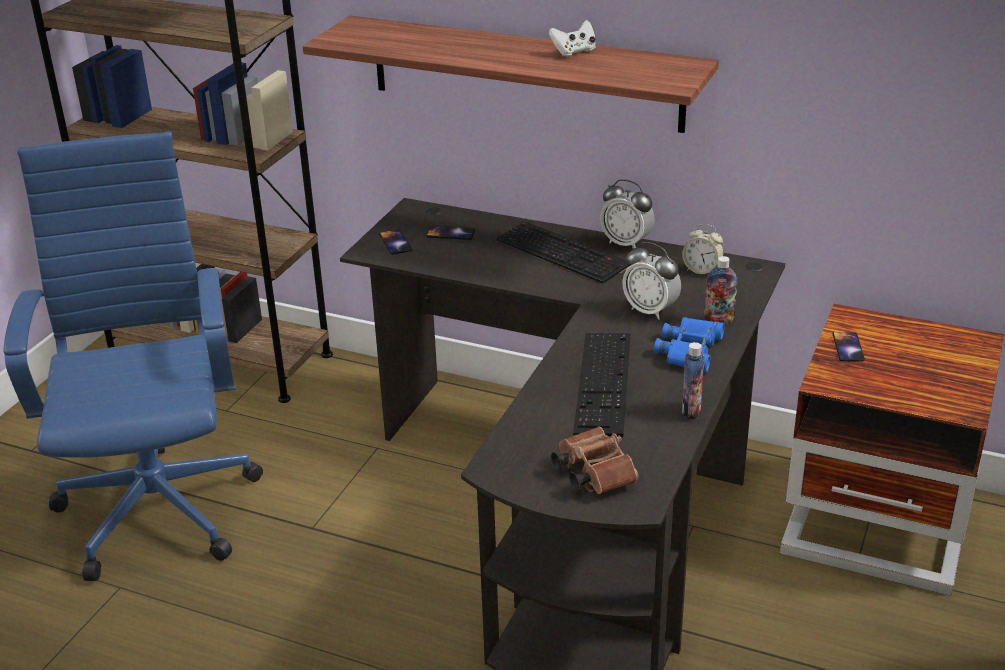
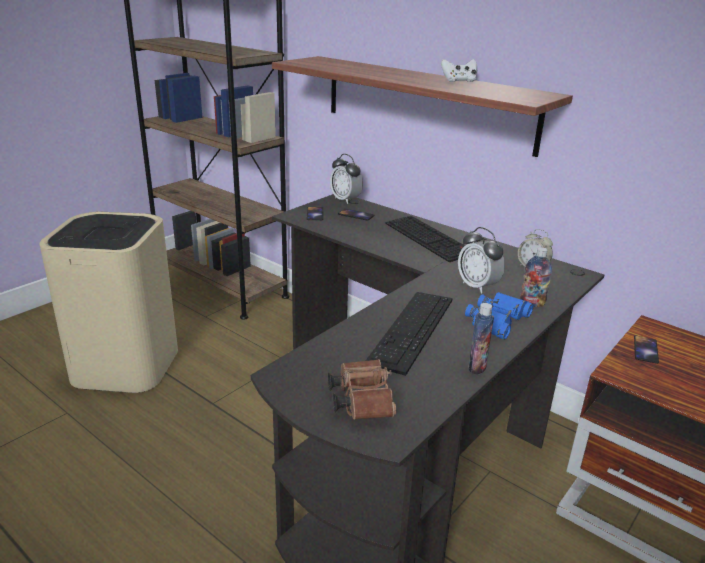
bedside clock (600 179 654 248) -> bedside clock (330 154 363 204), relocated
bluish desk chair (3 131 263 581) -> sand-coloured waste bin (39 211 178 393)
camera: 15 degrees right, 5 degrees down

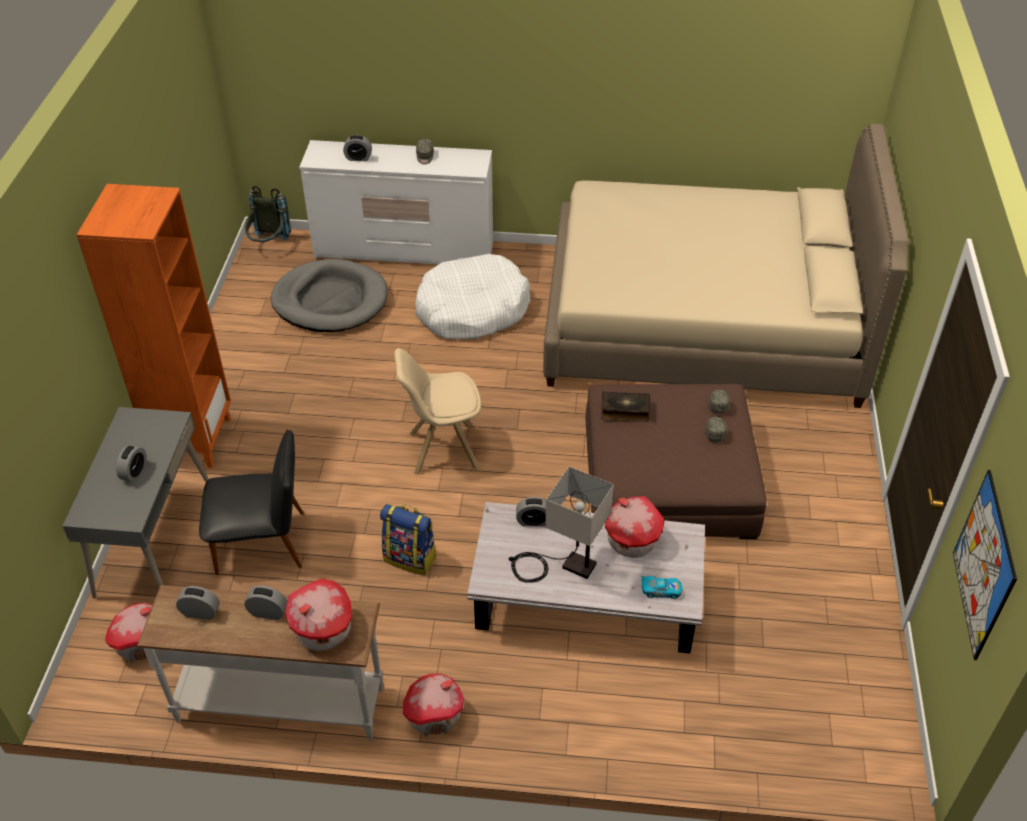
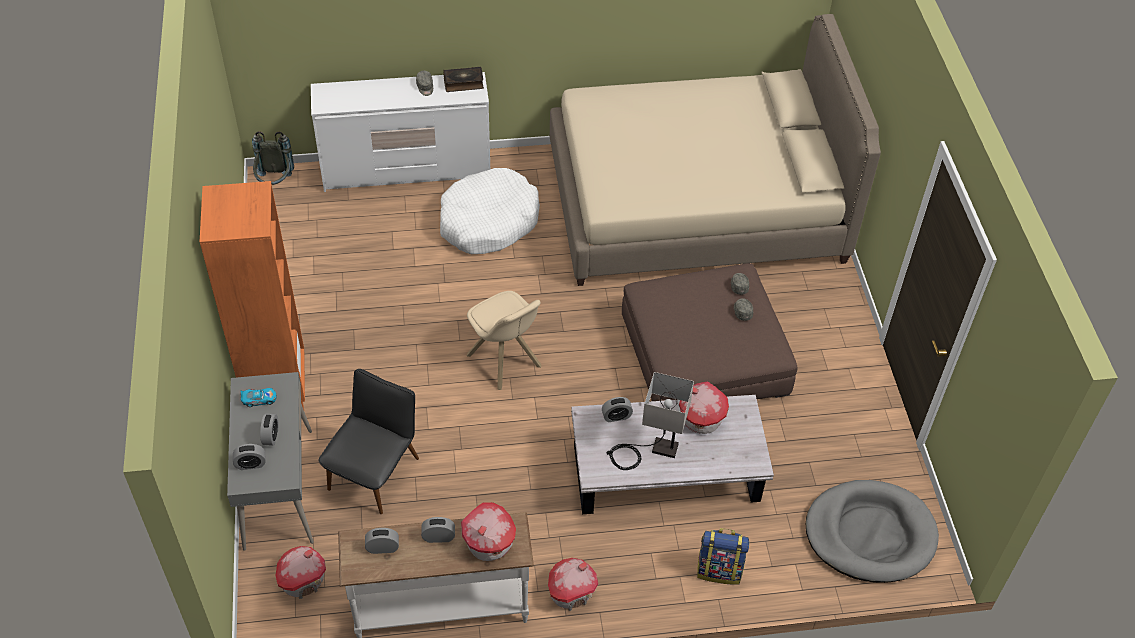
wall picture (953 470 1017 660) -> none
grey pet bed (271 259 387 332) -> grey pet bed (806 480 939 583), relocated
bedside clock (343 135 372 161) -> bedside clock (233 444 266 470), relocated
rucksack (380 504 436 575) -> rucksack (697 528 749 585), relocated
volume (601 391 650 422) -> volume (443 67 484 92), relocated
miniature car (642 576 682 599) -> miniature car (240 388 276 407), relocated
black chair (199 430 304 575) -> black chair (318 369 419 514), 45 degrees counterclockwise
sand-coloured chair (394 348 481 475) -> sand-coloured chair (467 291 541 390), 105 degrees counterclockwise
camera: 15 degrees left, 5 degrees up

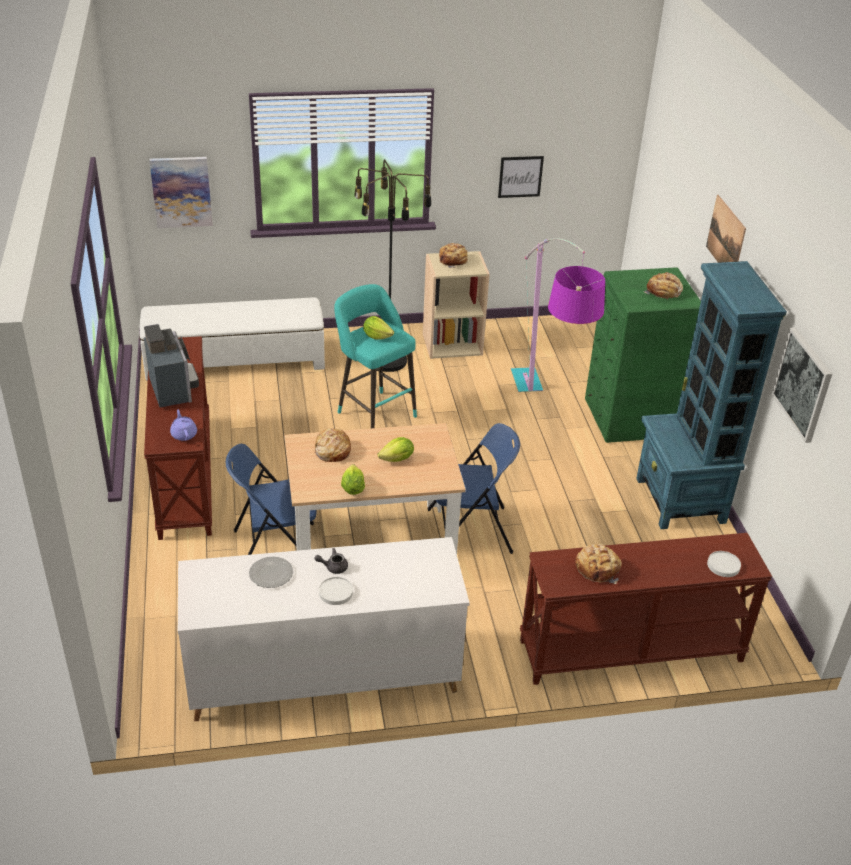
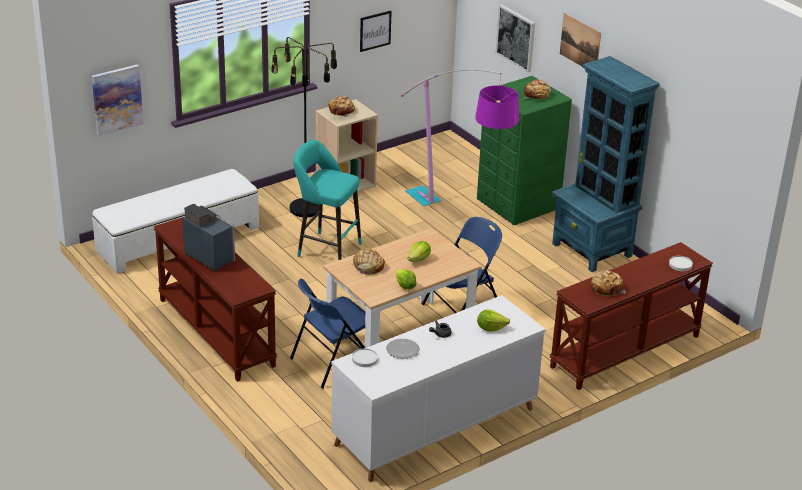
purple-coloured tea pot (170 410 197 441) -> none
white-coloured plate (319 577 353 605) -> white-coloured plate (352 348 378 367), relocated
lettuce (363 316 394 340) -> lettuce (477 310 510 332), relocated
wall picture (772 327 832 443) -> wall picture (496 5 535 72), relocated
camera: 25 degrees left, 5 degrees down

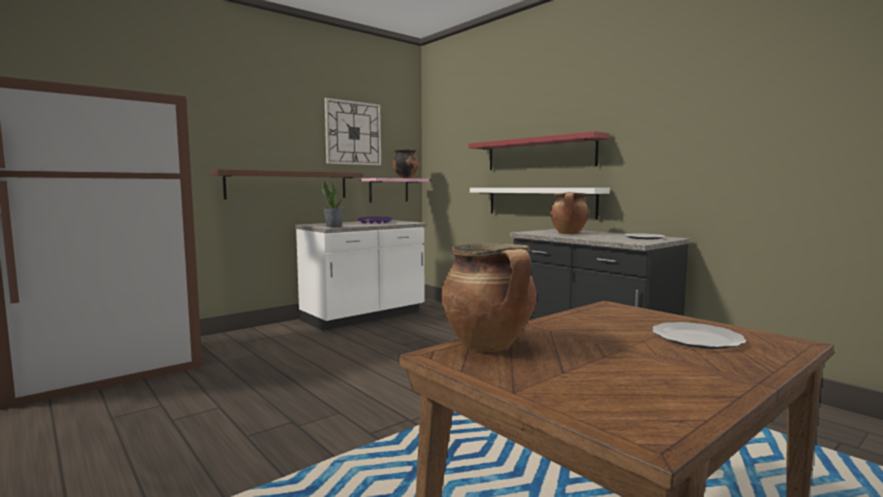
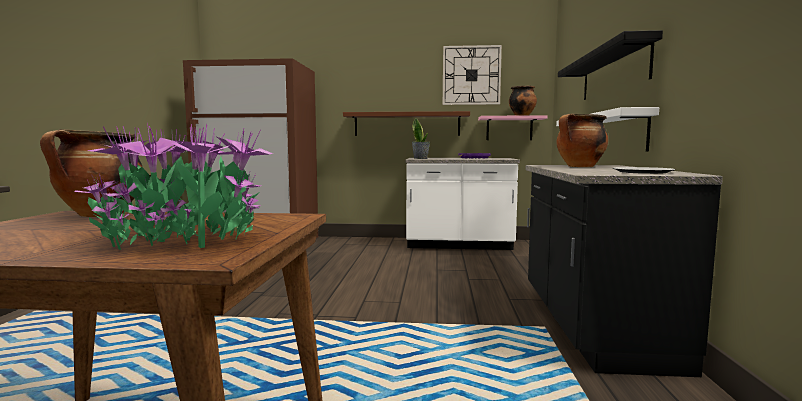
plate (652 322 746 349) -> houseplant (75 123 273 250)
red-coloured wall shelf (468 131 610 170) -> black wall shelf (558 30 663 100)
camera: 45 degrees right, 0 degrees up

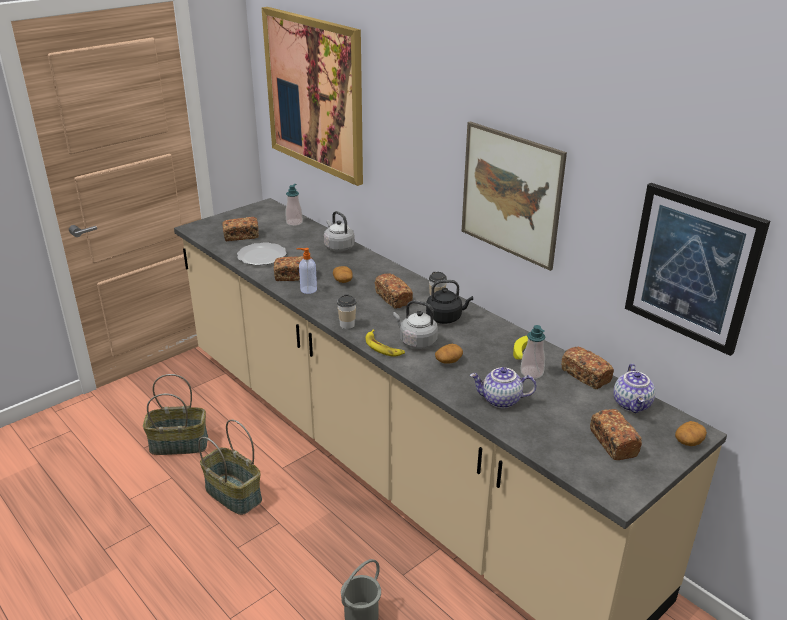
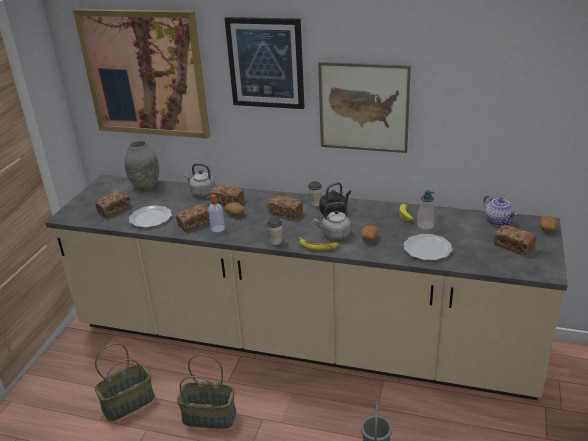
baked bread (561 347 614 389) -> baked bread (210 185 244 205), relocated
wall picture (625 183 770 356) -> wall picture (225 17 305 109), relocated
soap dispenser (286 184 303 226) -> grey flower vase (124 141 159 191)
tea pot (470 367 536 409) -> plate (404 234 453 260)
camera: 30 degrees left, 0 degrees up

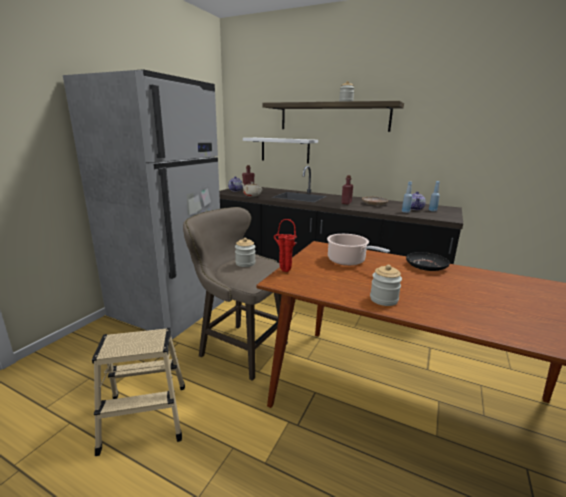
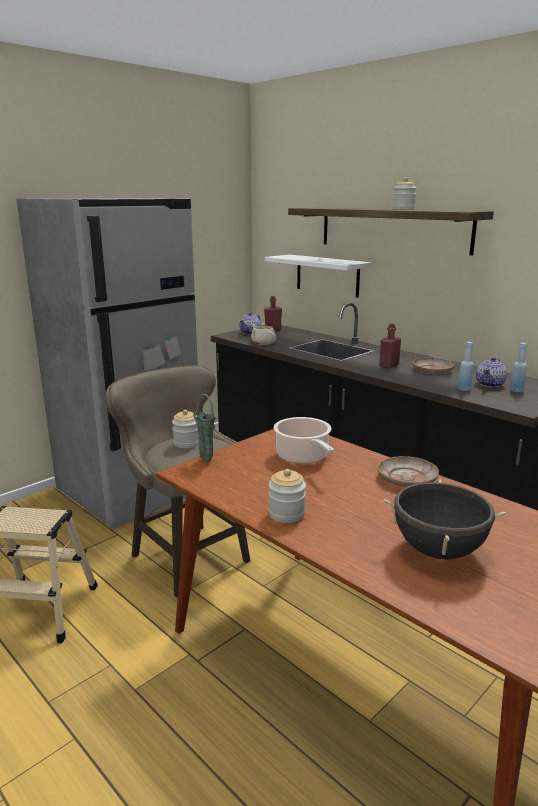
none -> black cooking pot (383 479 508 560)
red-coloured flower vase (274 219 297 272) -> greenish flower vase (193 394 216 462)
black plate (406 252 450 271) -> sand-coloured plate (378 456 439 487)
camera: 20 degrees right, 0 degrees up

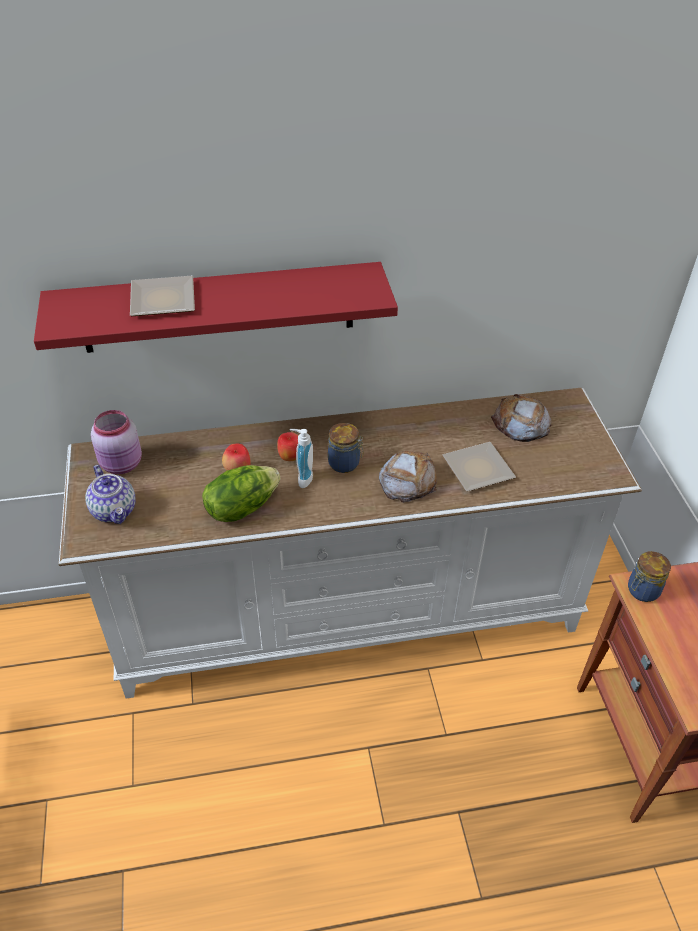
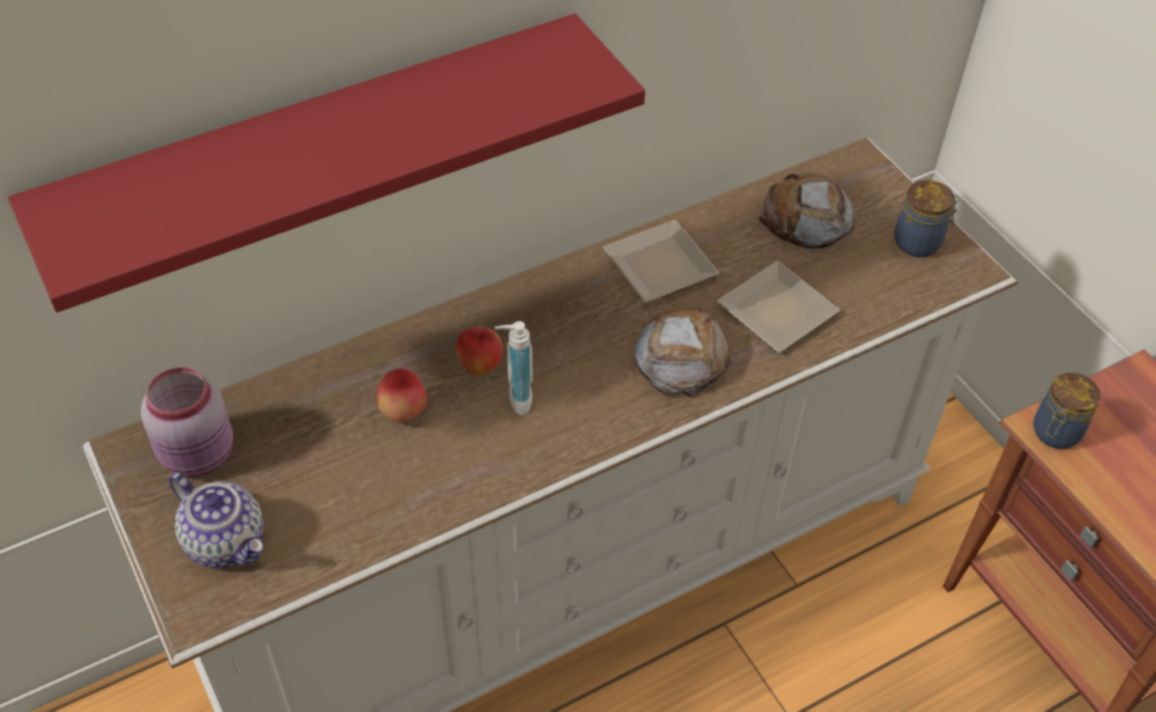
lettuce (202 465 280 522) -> none
plate (130 276 195 316) -> plate (603 220 719 303), relocated
jar (328 423 364 473) -> jar (894 180 960 257), relocated
camera: 20 degrees left, 5 degrees up

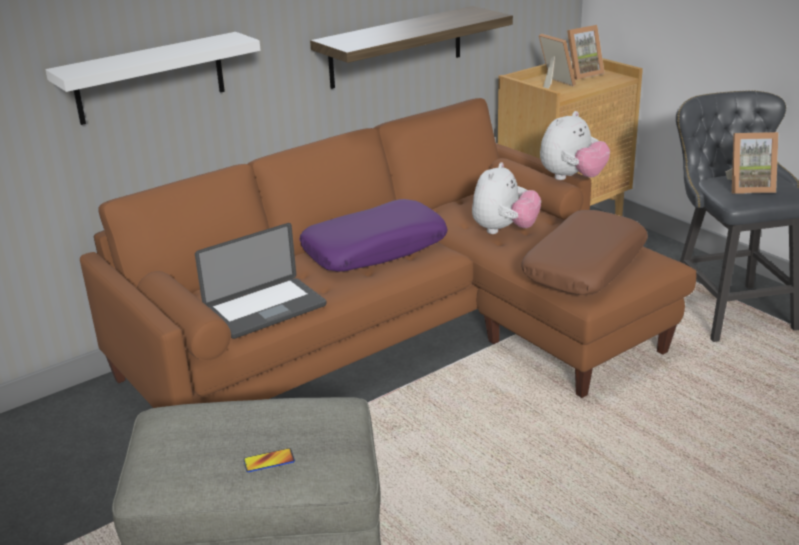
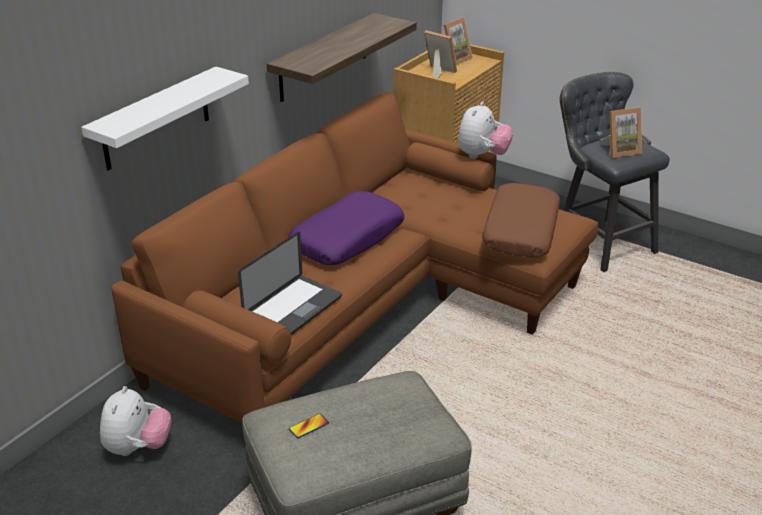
phone (244 448 295 472) -> phone (289 413 329 438), relocated
plush toy (472 162 541 234) -> plush toy (100 386 171 456), relocated
camera: 20 degrees left, 5 degrees up

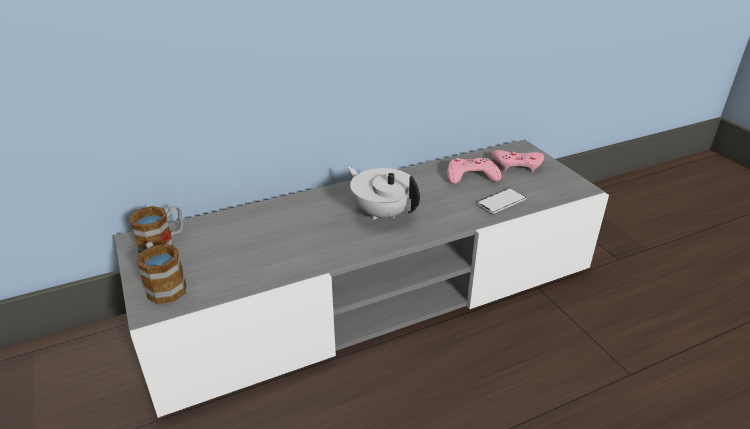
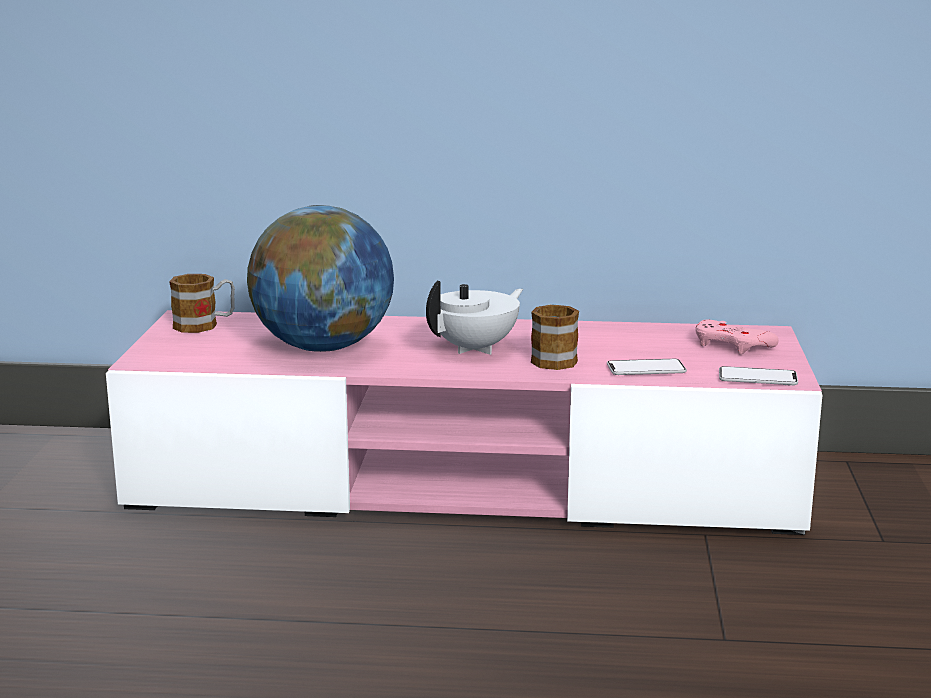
pinkish joypad (447 158 501 184) -> none
none -> world globe (247 205 394 352)
none -> phone (719 366 798 386)
coffee mug (137 242 186 304) -> coffee mug (531 304 579 370), relocated
grey tv stand (114 140 609 418) -> pinkish tv stand (106 310 822 535)
white-coloured tea pot (347 166 420 220) -> white-coloured tea pot (426 280 523 355), 60 degrees clockwise
camera: 30 degrees right, 15 degrees down

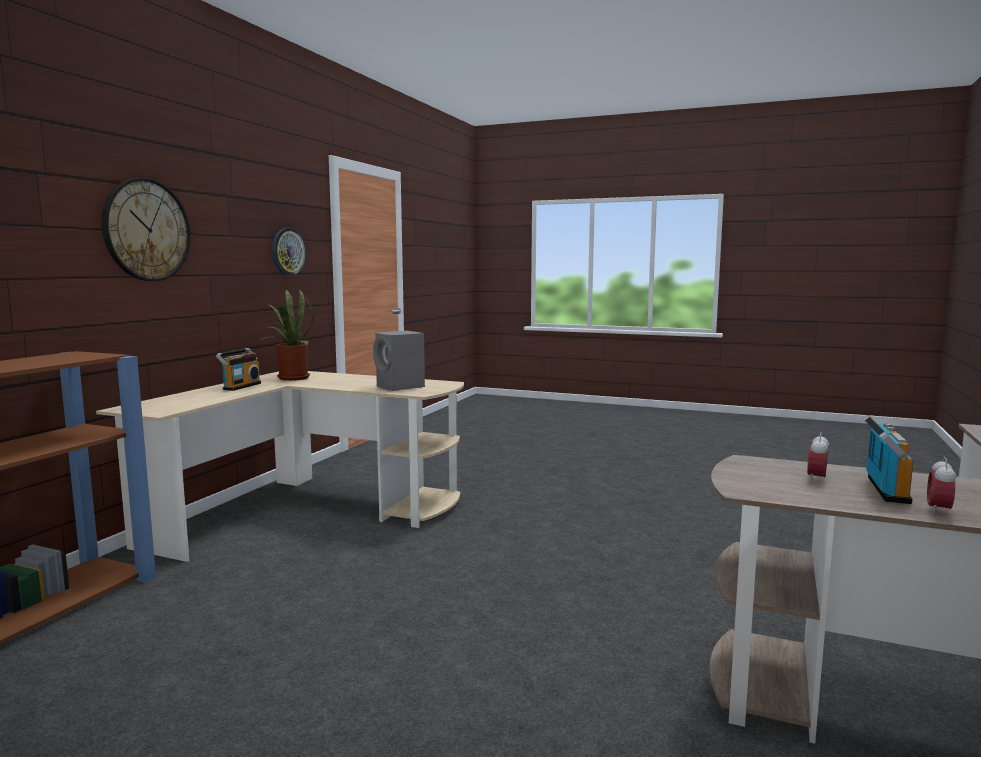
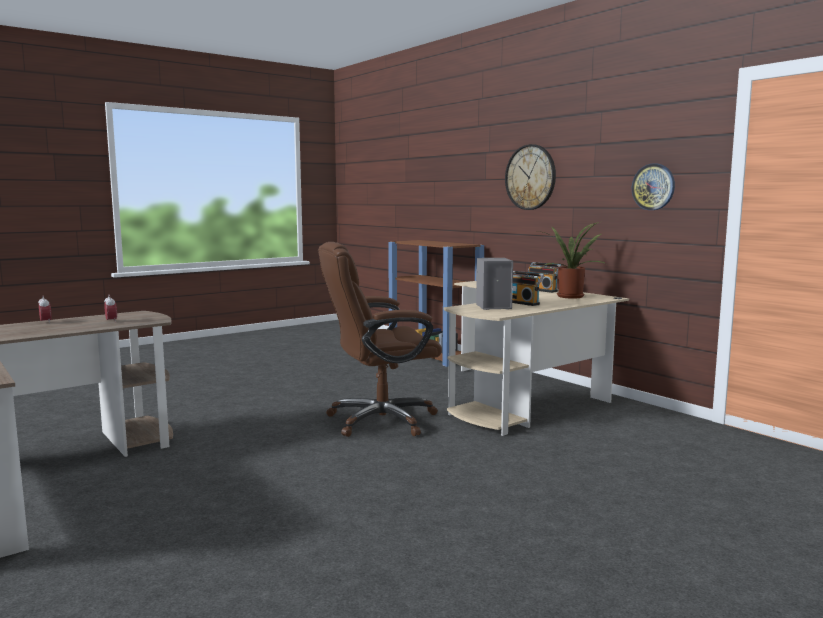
none -> brown-coloured desk chair (318 242 442 437)
radio set (864 415 913 504) -> radio set (512 271 544 306), relocated
camera: 120 degrees right, 0 degrees up

